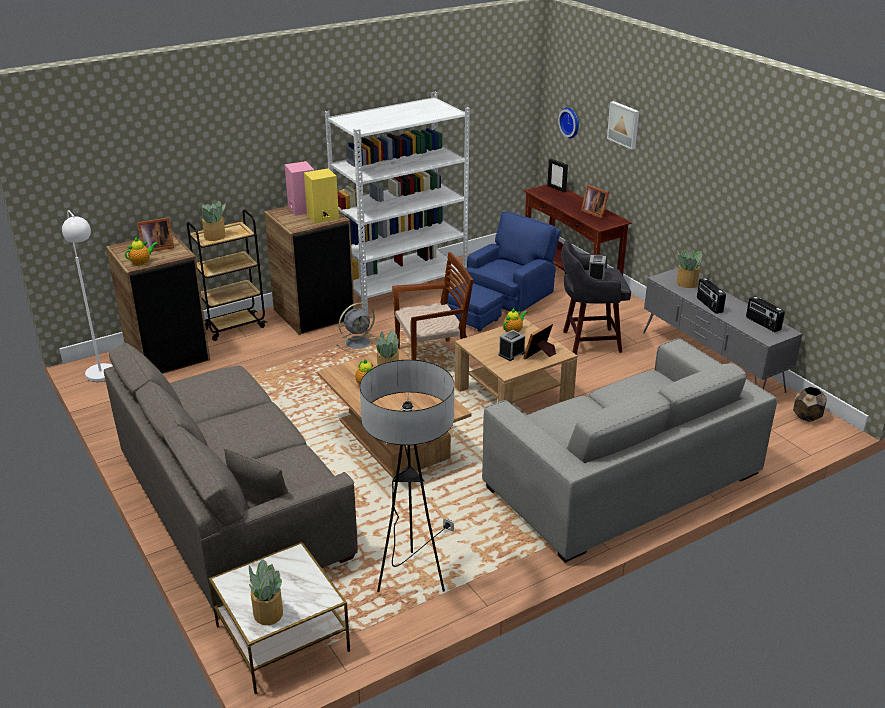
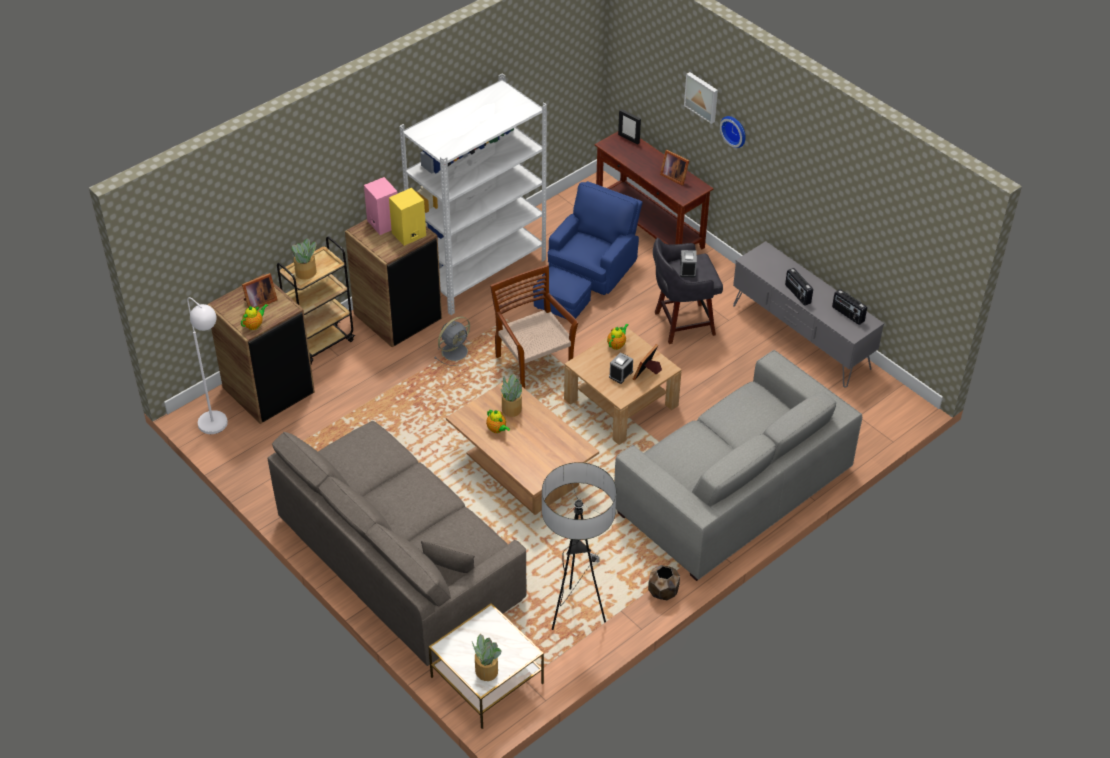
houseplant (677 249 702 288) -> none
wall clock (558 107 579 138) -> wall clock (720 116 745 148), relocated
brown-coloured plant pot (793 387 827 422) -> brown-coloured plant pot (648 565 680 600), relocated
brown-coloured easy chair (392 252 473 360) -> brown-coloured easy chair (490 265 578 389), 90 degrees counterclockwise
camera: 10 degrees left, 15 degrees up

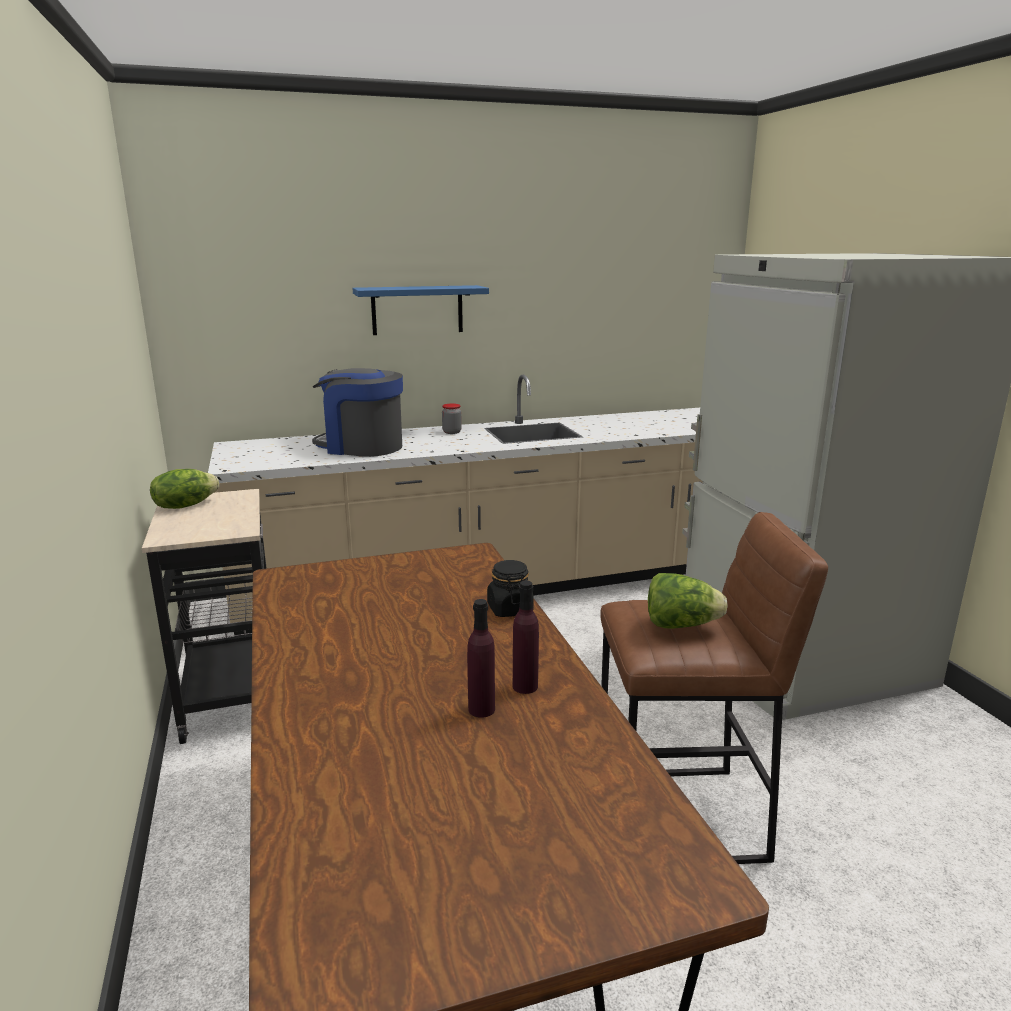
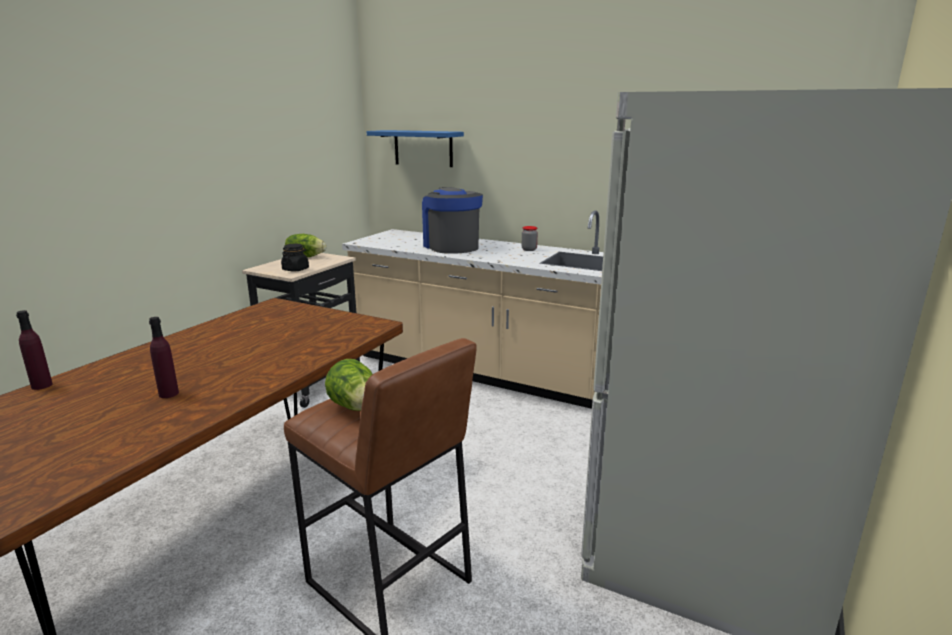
bluish wall shelf (353 285 489 335) -> bluish wall shelf (367 130 464 167), relocated
black jar (487 560 534 617) -> black jar (281 244 309 271), relocated
purple-coloured beverage bottle (513 581 539 694) -> purple-coloured beverage bottle (16 310 53 390), relocated
camera: 45 degrees right, 0 degrees up

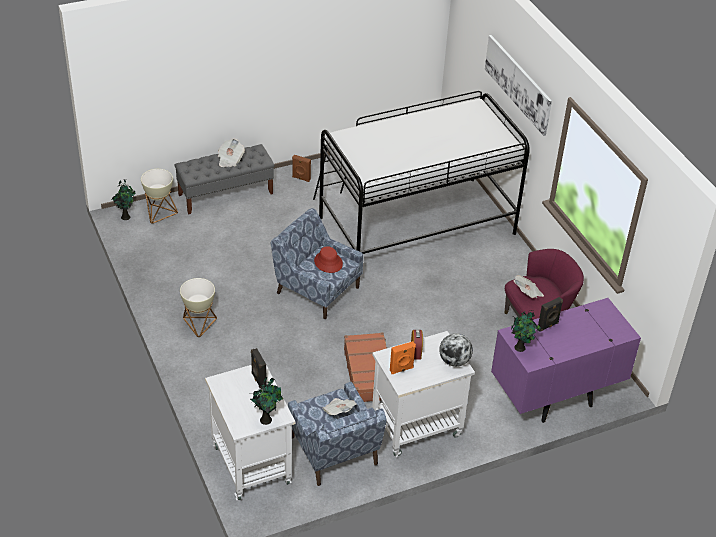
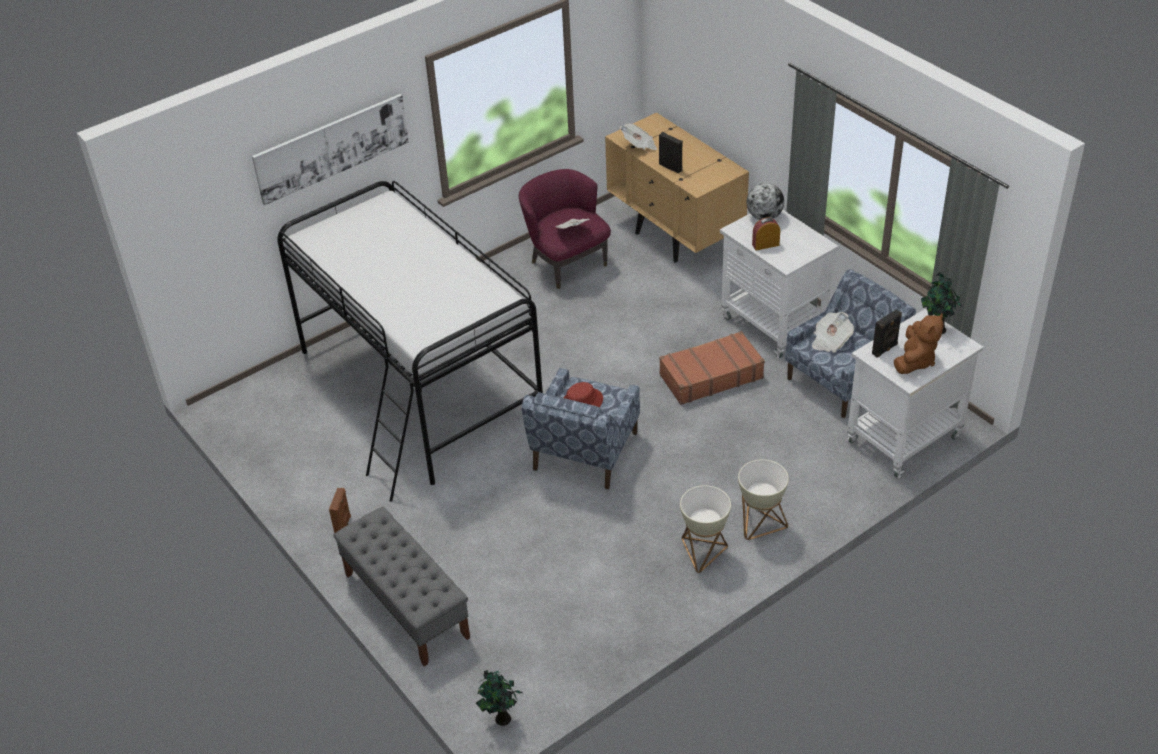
orange-coloured speaker (390 341 416 374) -> none
houseplant (511 310 541 352) -> none
none -> brown-coloured plush toy (894 313 944 374)
plant pot (141 169 178 224) -> plant pot (738 459 789 540), relocated
printed paper (218 139 245 167) -> printed paper (620 124 657 150), relocated
purple-coloured drawer chest (491 298 641 423) -> sand-coloured drawer chest (605 113 749 263)
camera: 100 degrees left, 0 degrees up

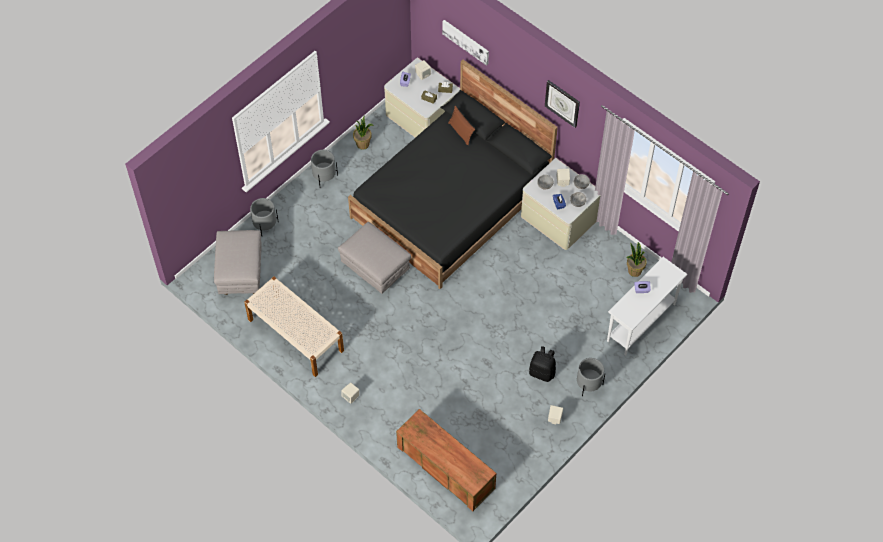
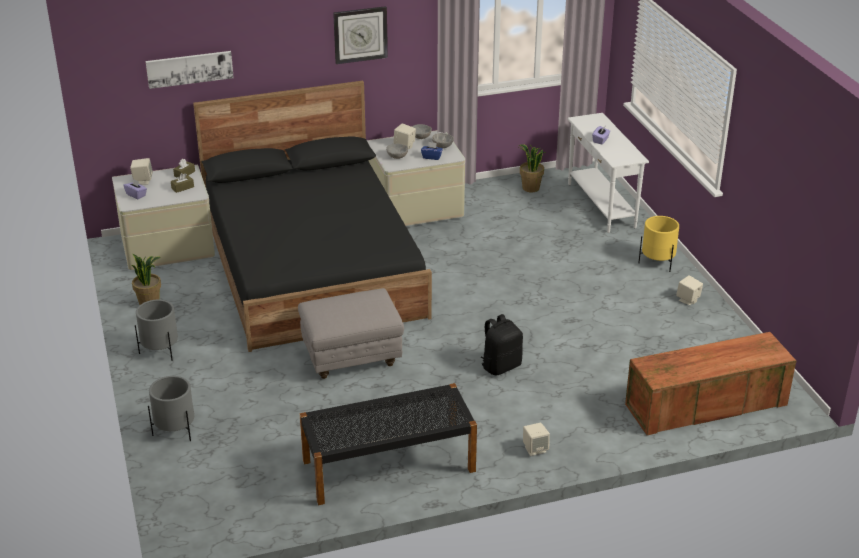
grey pouffe (214 230 262 295) -> none
brown-coloured cushion (448 106 475 145) -> none
black rucksack (529 346 556 382) -> black rucksack (480 314 523 375), relocated
sand-coloured indoor bench (244 276 344 377) -> black indoor bench (300 383 477 505)
grey plant pot (577 358 605 396) -> yellowish plant pot (638 216 679 272)
camera: 60 degrees left, 25 degrees down

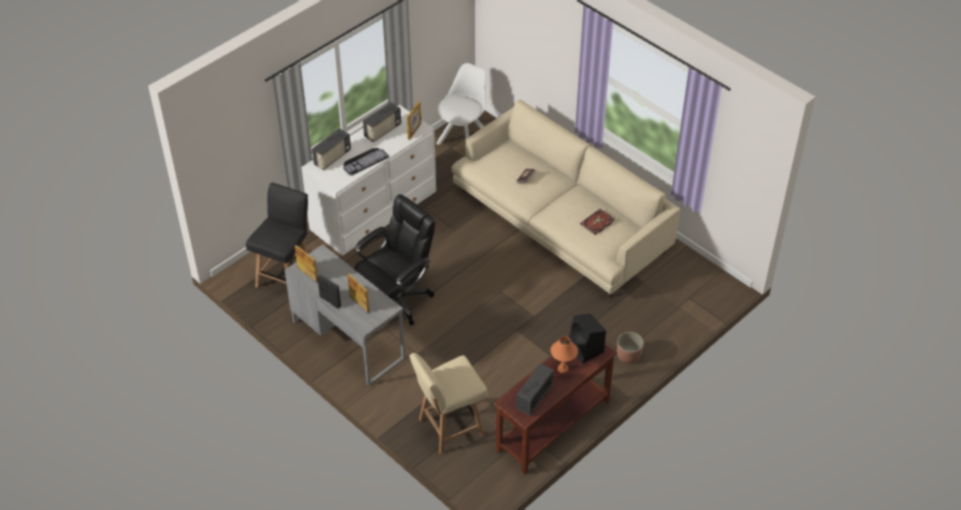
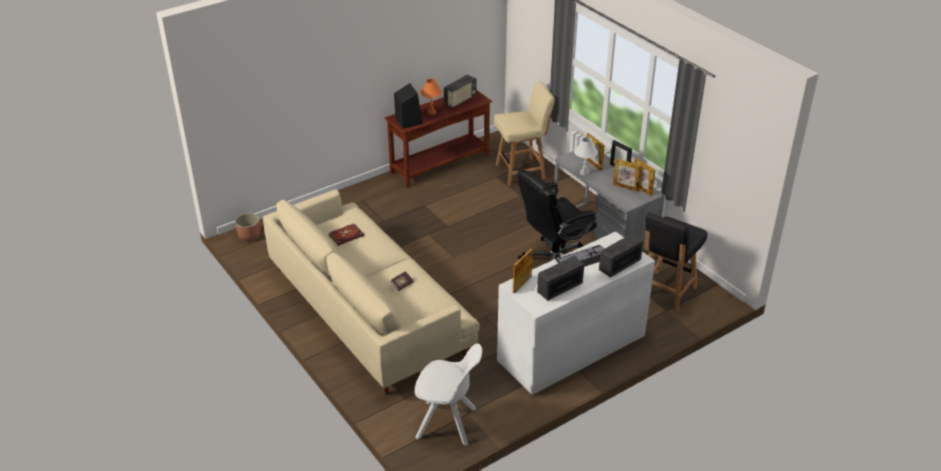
none -> white-coloured lamp for a table (574 137 598 176)
none -> picture frame (613 158 642 192)
plant pot (617 332 644 364) -> plant pot (235 213 260 242), relocated
white-coloured chair (437 63 486 145) -> white-coloured chair (415 343 482 446), 120 degrees counterclockwise
camera: 170 degrees left, 10 degrees down

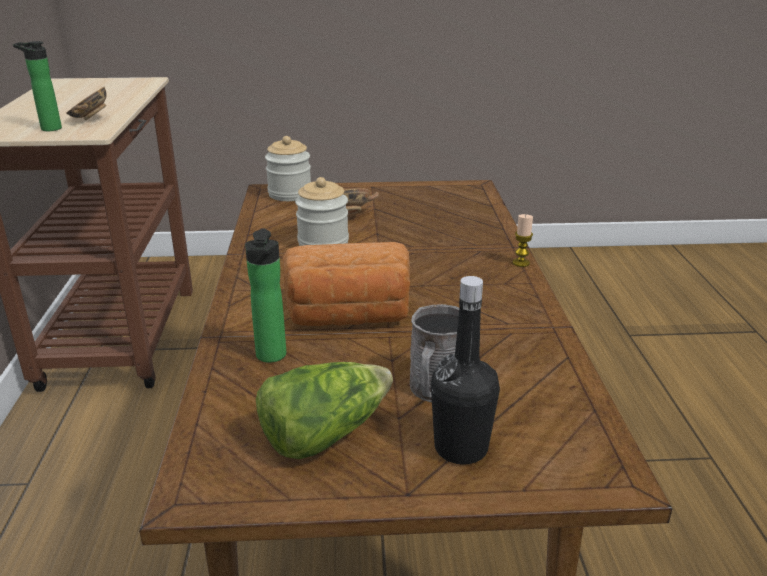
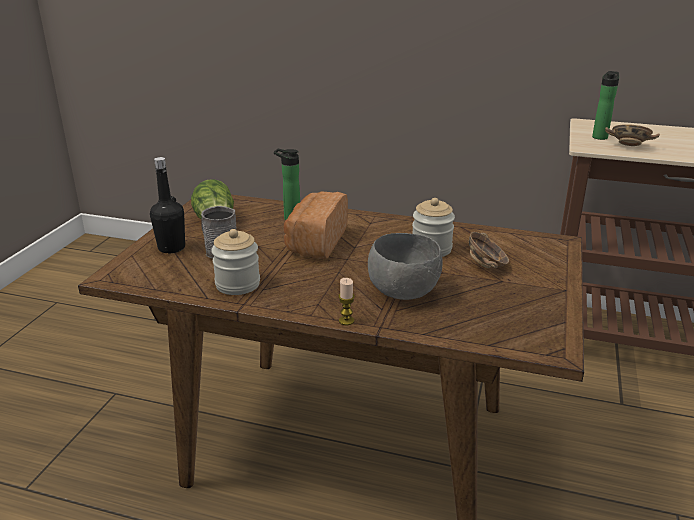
none -> grey serving bowl (368 233 442 300)
jar (265 136 311 201) -> jar (211 229 260 295), relocated
camera: 110 degrees right, 0 degrees up

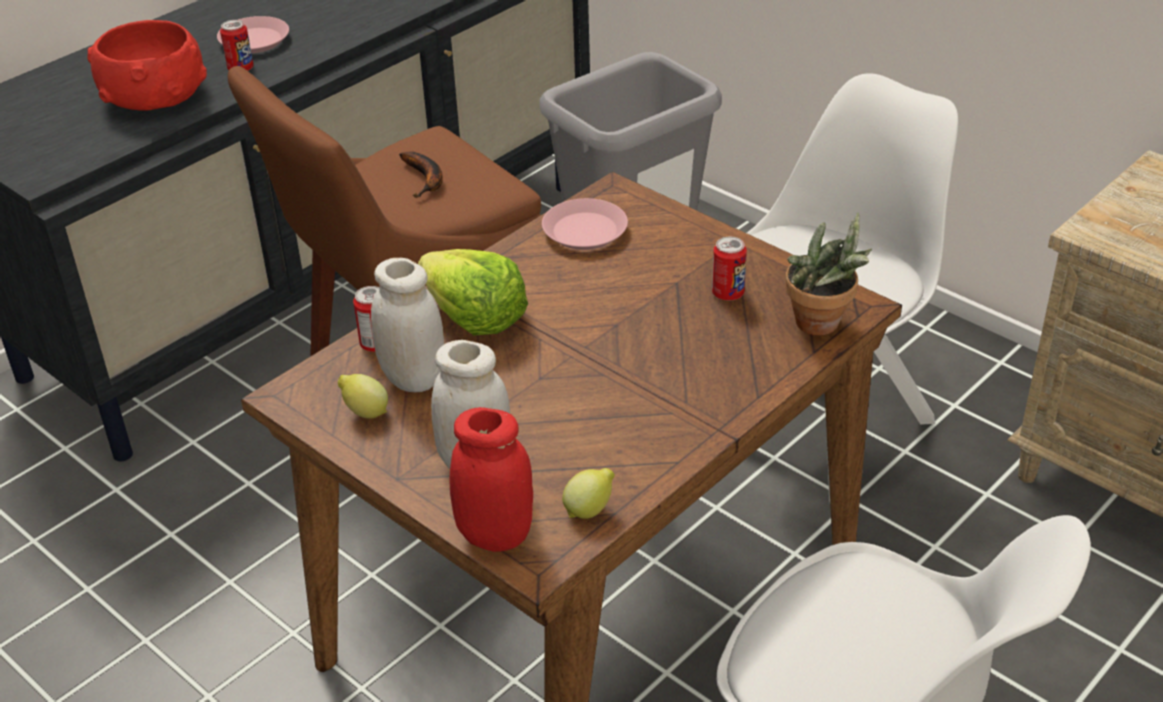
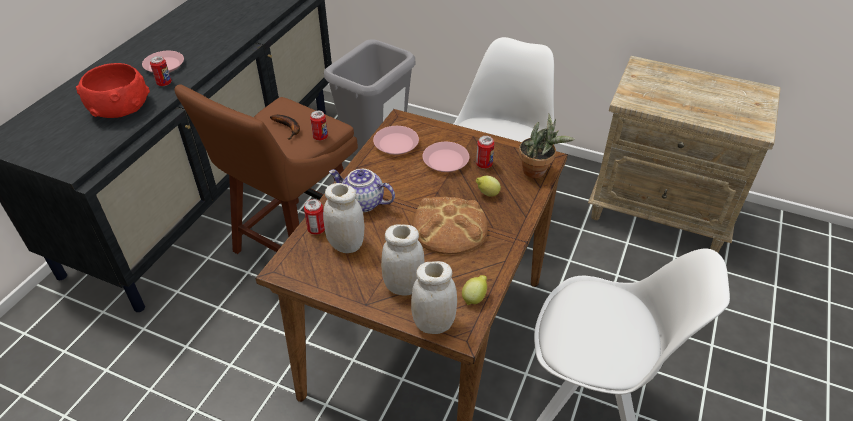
none -> metal can (310 111 328 141)
none -> baked bread (412 197 488 255)
none -> pinkish plate (422 142 469 172)
citrus fruit (338 374 388 418) -> citrus fruit (476 176 501 197), relocated
lettuce (418 249 528 336) -> tea pot (329 169 395 212)
red-coloured jar (449 407 533 552) -> white-coloured jar (411 261 457 334)
camera: 20 degrees left, 5 degrees up

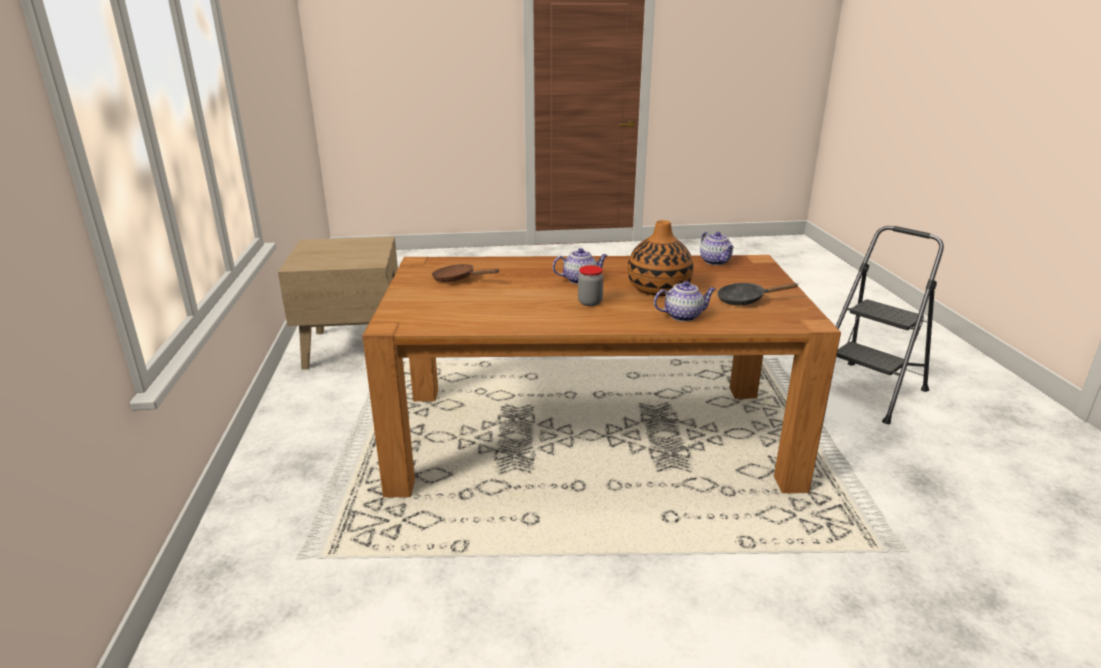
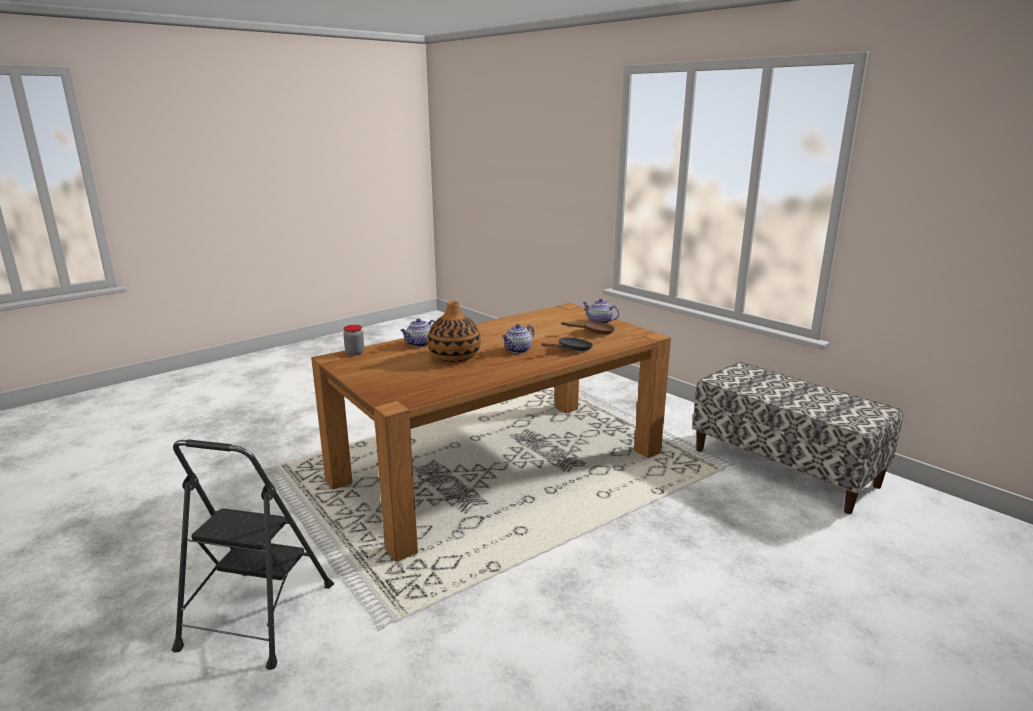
jar (578 265 604 306) -> jar (343 325 364 356), relocated
tea pot (700 232 734 265) -> tea pot (582 299 620 324), relocated
black skillet (717 283 799 305) -> black skillet (542 337 593 351), relocated
sand-coloured nightstand (278 236 398 370) -> indoor bench (692 362 903 514)
camera: 145 degrees right, 5 degrees down

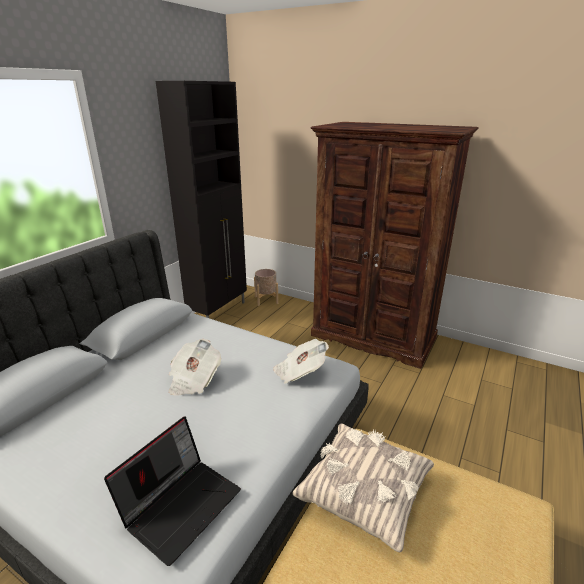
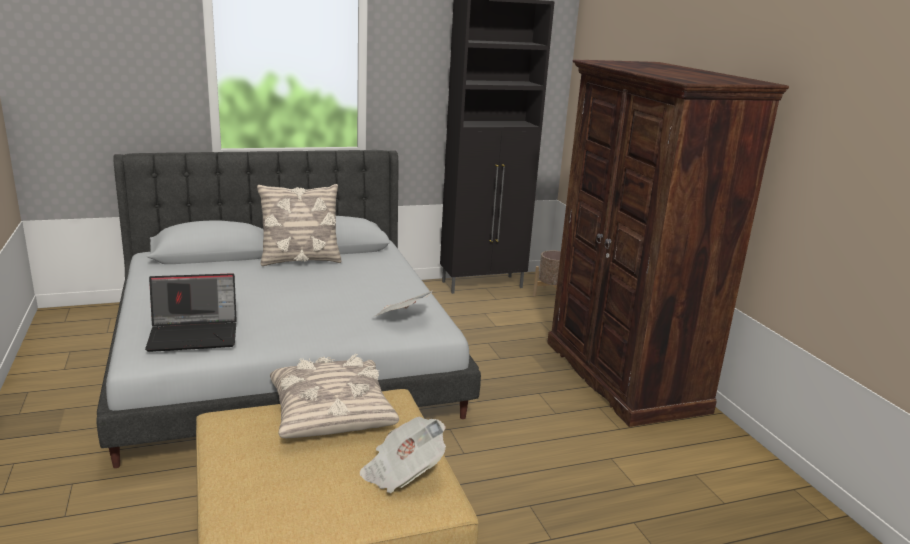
none -> sand-coloured cushion (257 184 342 266)
printed paper (169 339 221 396) -> printed paper (360 417 446 493), relocated
camera: 40 degrees right, 5 degrees down

